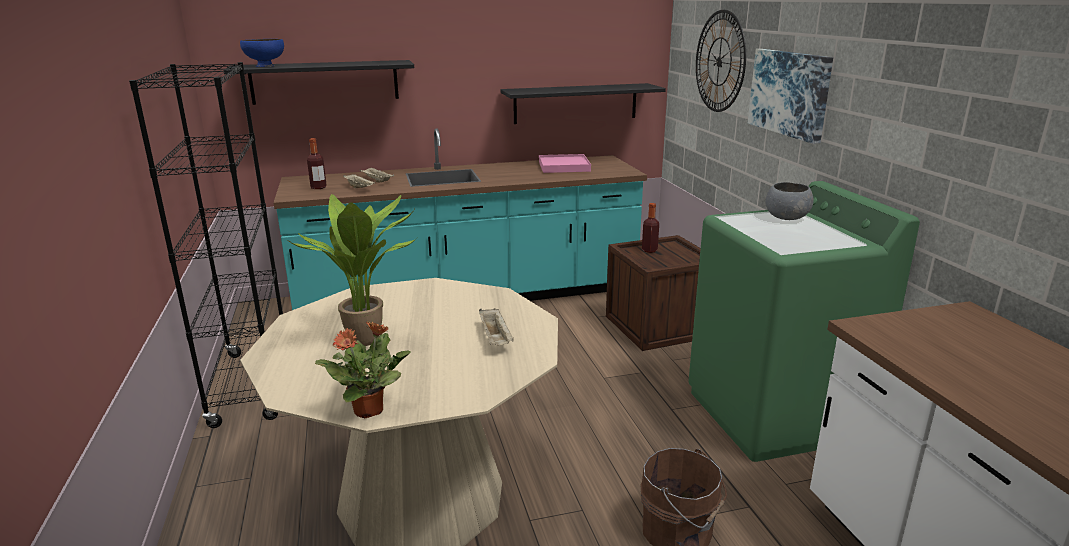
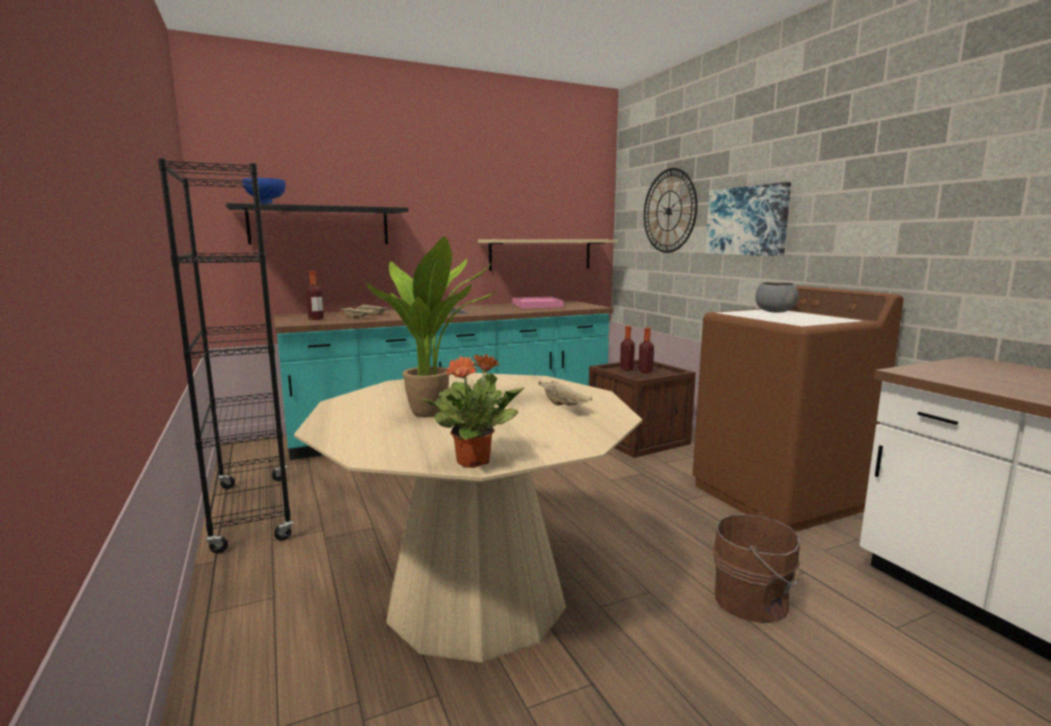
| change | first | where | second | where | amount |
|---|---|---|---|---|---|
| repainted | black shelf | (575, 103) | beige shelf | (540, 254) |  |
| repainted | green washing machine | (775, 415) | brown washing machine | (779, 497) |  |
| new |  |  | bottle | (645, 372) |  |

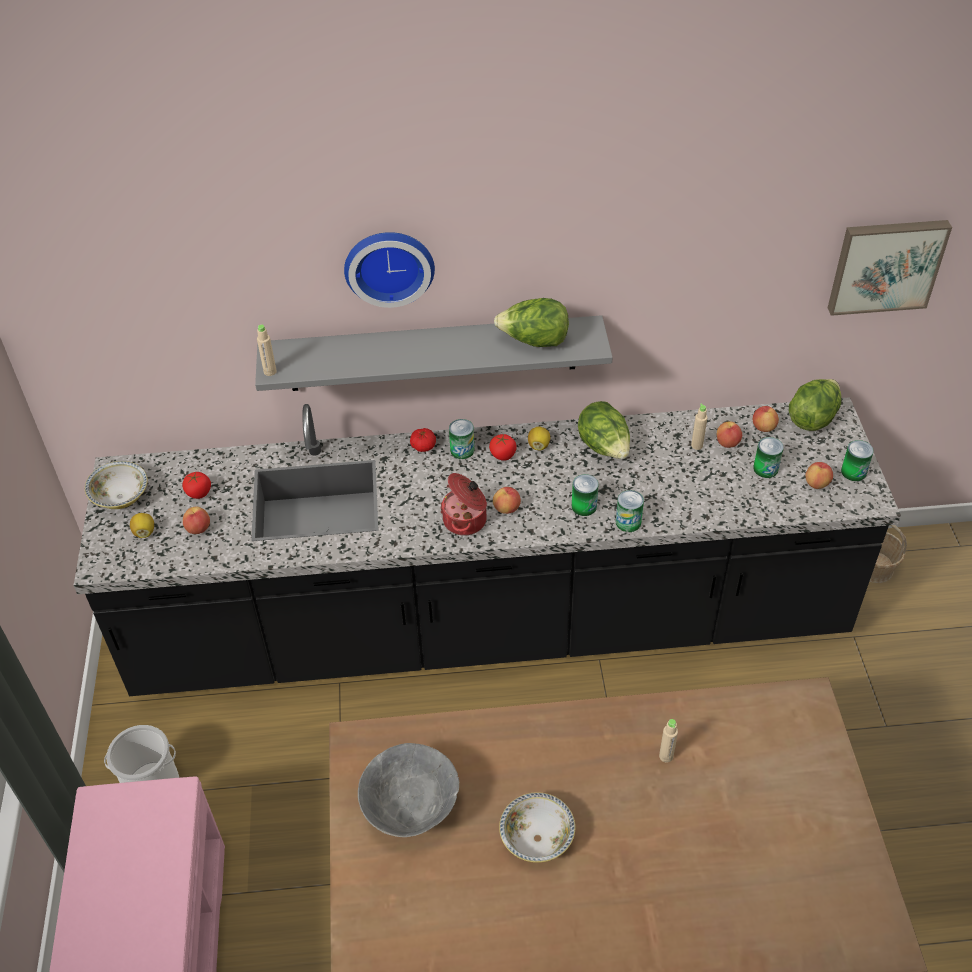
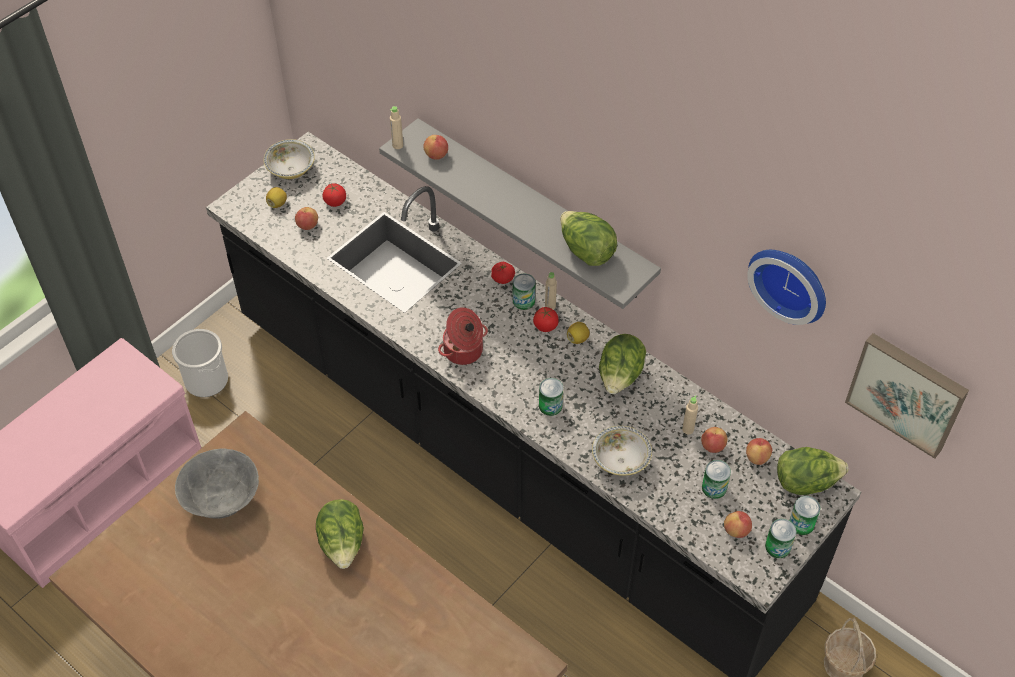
| change | first | where | second | where | amount |
|---|---|---|---|---|---|
| shifted | wall clock | (389, 265) |  | (791, 282) |  |
| shifted | apple | (507, 508) |  | (436, 155) |  |
| shifted | can | (628, 522) |  | (801, 524) |  |
| shifted | beige bottle | (666, 756) |  | (550, 306) |  |
| shifted | bowl | (537, 838) |  | (620, 461) |  |
| new |  |  | lettuce | (343, 544) |  |

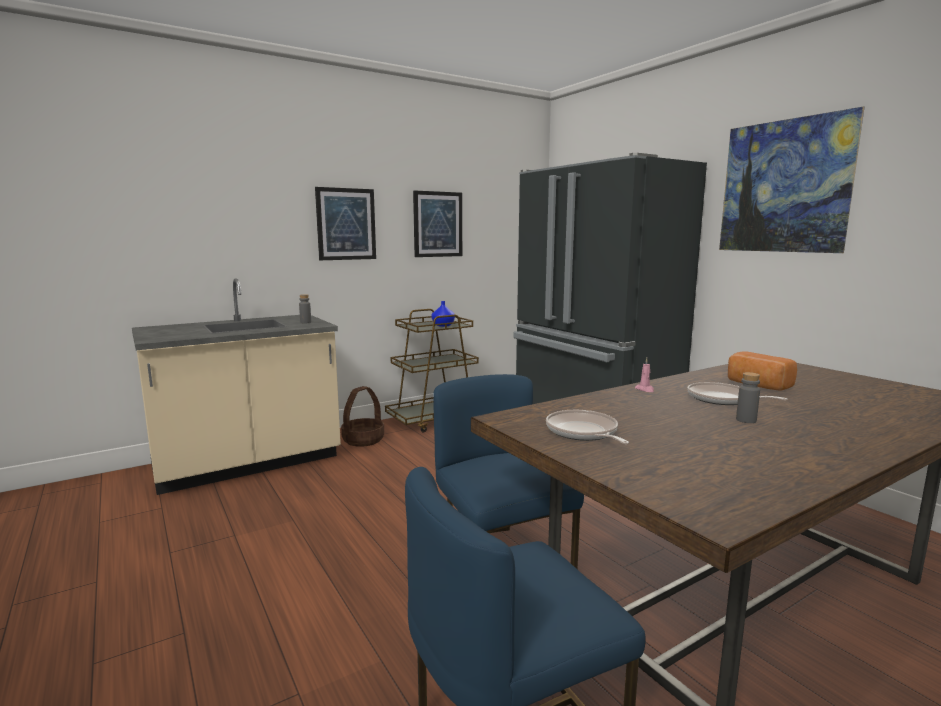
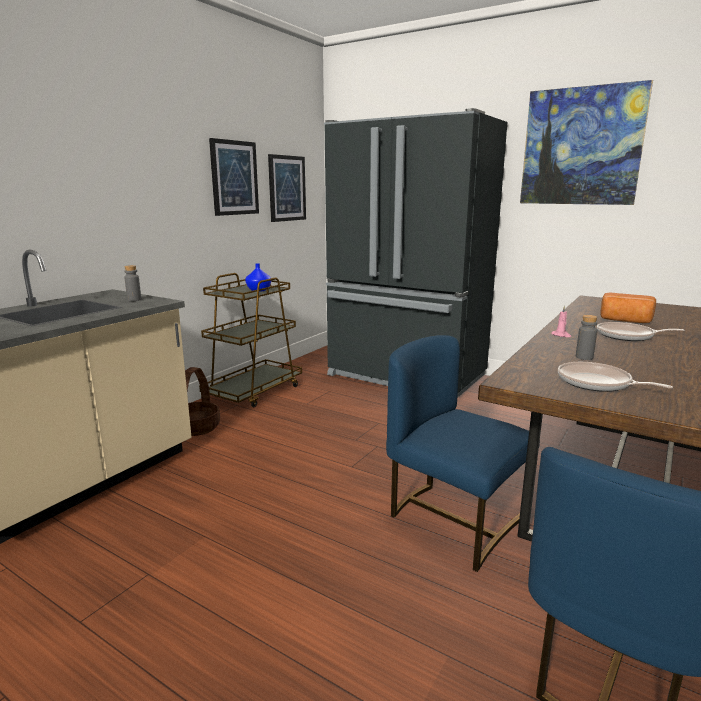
| change | first | where | second | where | amount |
|---|---|---|---|---|---|
| shifted | picture | (346, 224) |  | (287, 188) |  |
| shifted | grey bottle | (746, 420) |  | (584, 357) |  |

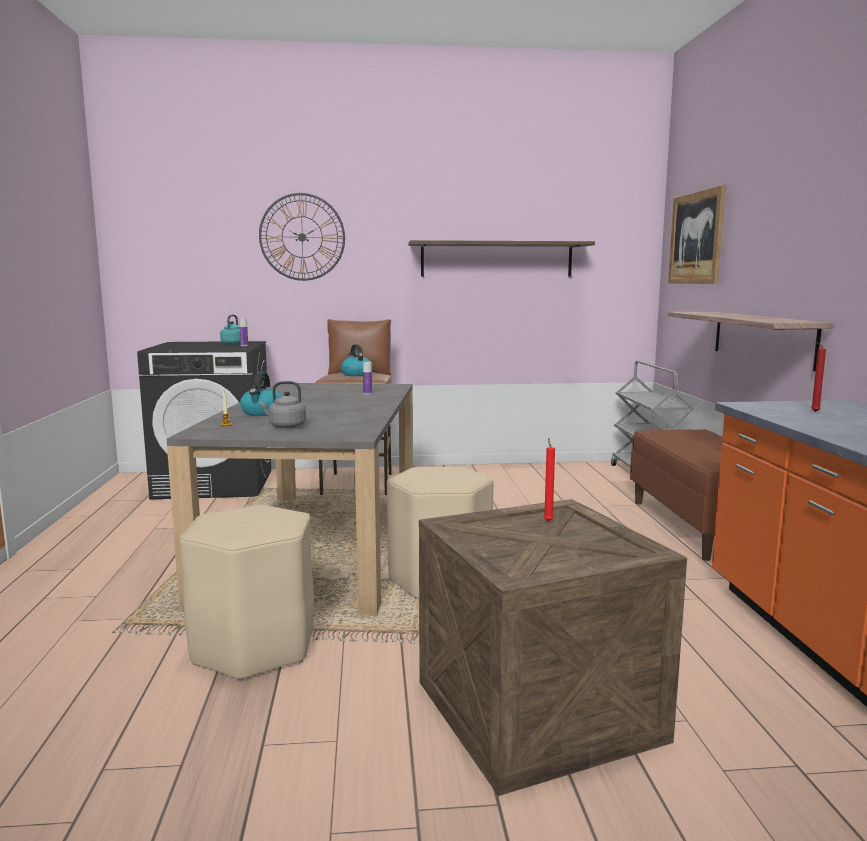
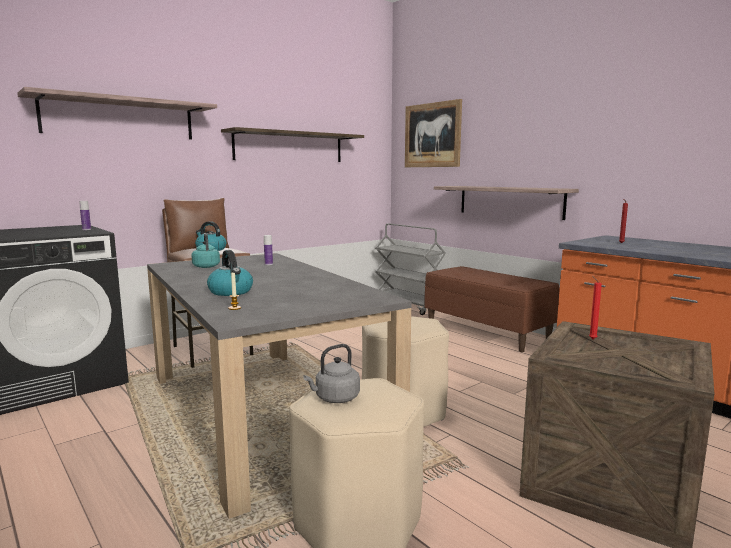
| change | first | where | second | where | amount |
|---|---|---|---|---|---|
| swapped | wall clock | (302, 237) | shelf | (120, 118) |  |
| shifted | turquoise kettle | (233, 344) |  | (206, 266) |  |
| shifted | grey kettle | (285, 426) |  | (335, 398) |  |

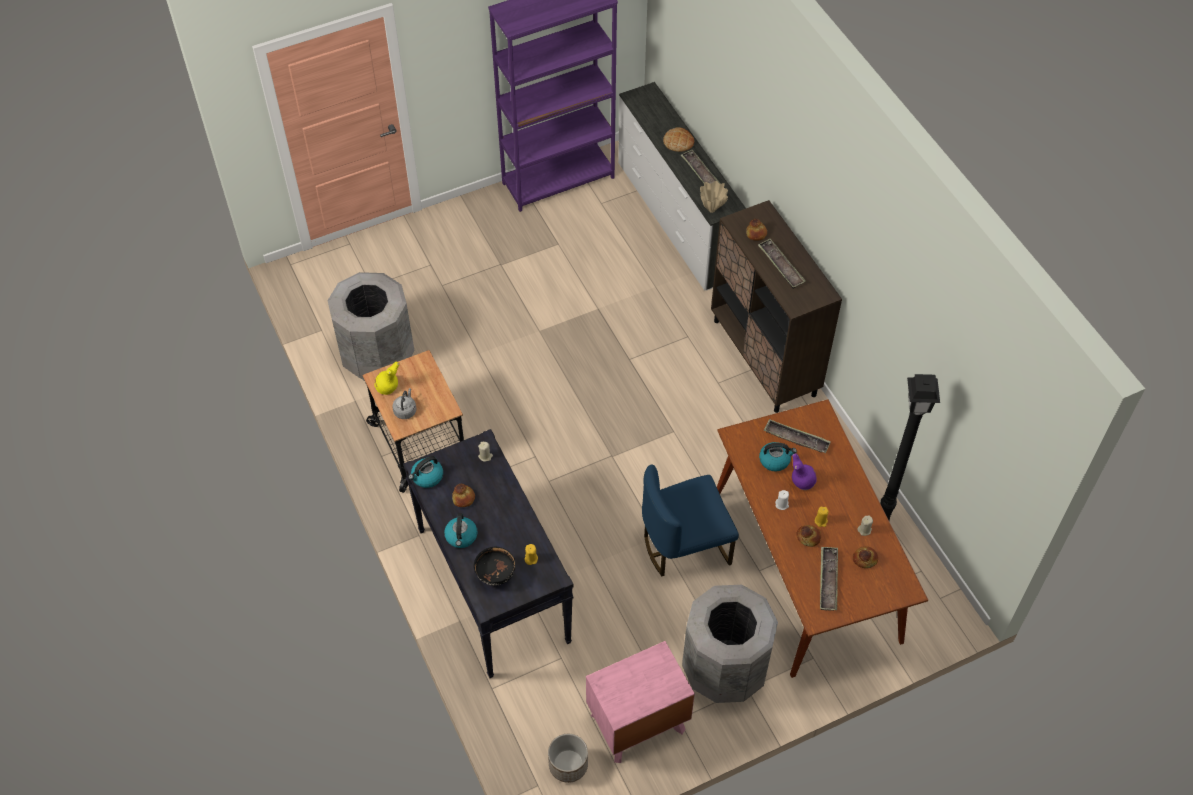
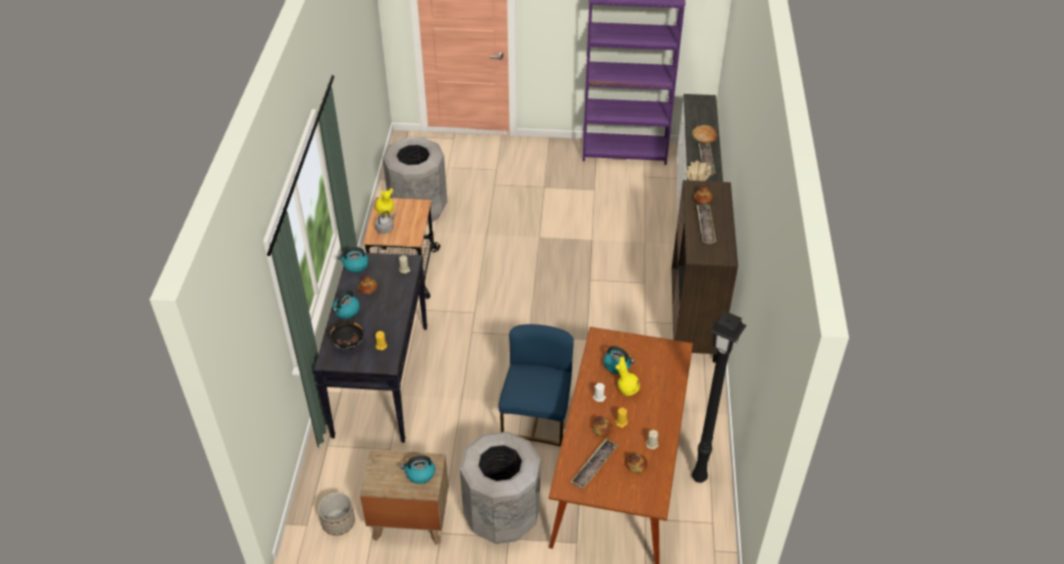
| change | first | where | second | where | amount |
|---|---|---|---|---|---|
| gone | tray | (796, 439) |  |  |  |
| repainted | purple vase | (801, 481) | yellow vase | (627, 389) |  |
| rotated | blue chair | (684, 545) |  | (537, 417) | 90 degrees clockwise |
| repainted | pink nightstand | (637, 723) | brown nightstand | (409, 520) |  |
| new |  |  | kettle | (420, 474) |  |

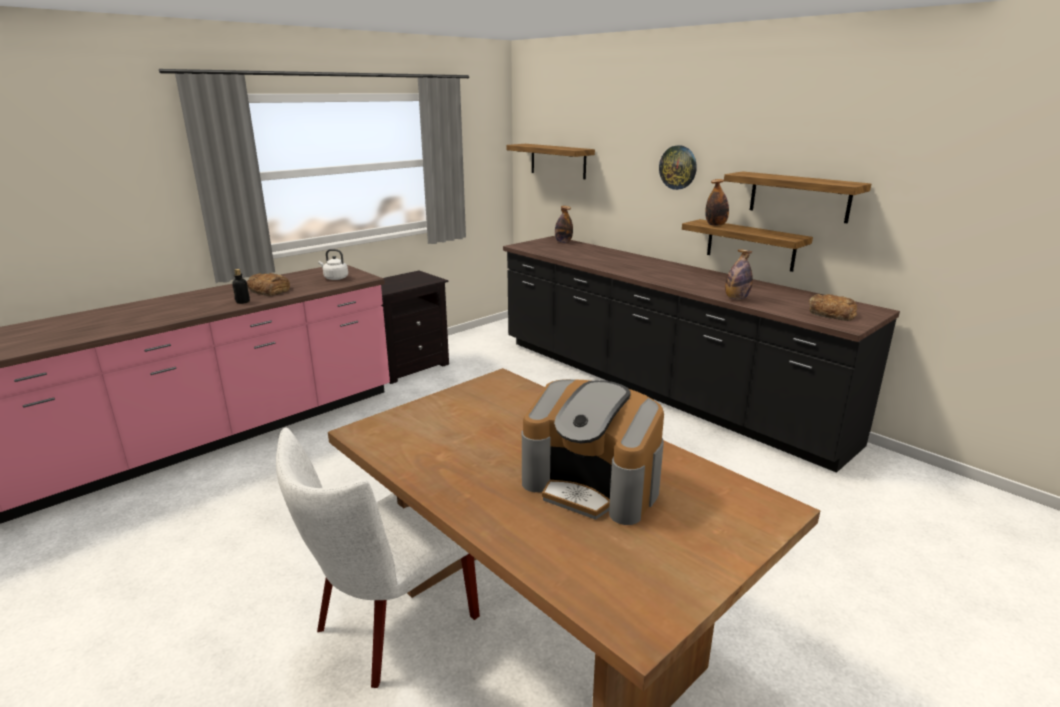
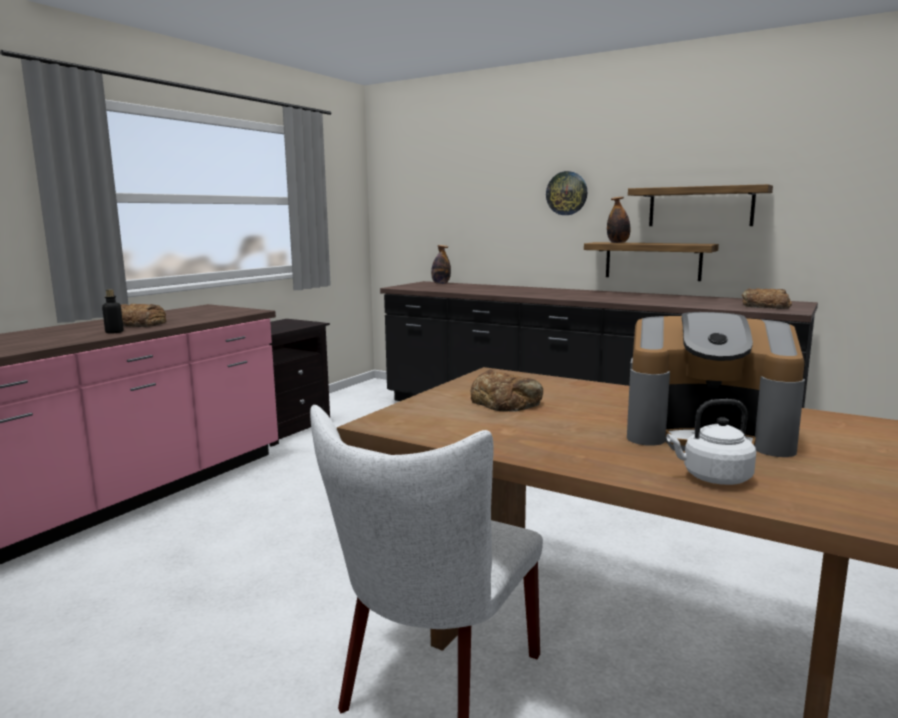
| change | first | where | second | where | amount |
|---|---|---|---|---|---|
| gone | shelf | (558, 161) |  |  |  |
| shifted | white kettle | (335, 278) |  | (713, 478) |  |
| gone | bottle | (736, 298) |  |  |  |
| new |  |  | bread | (506, 401) |  |

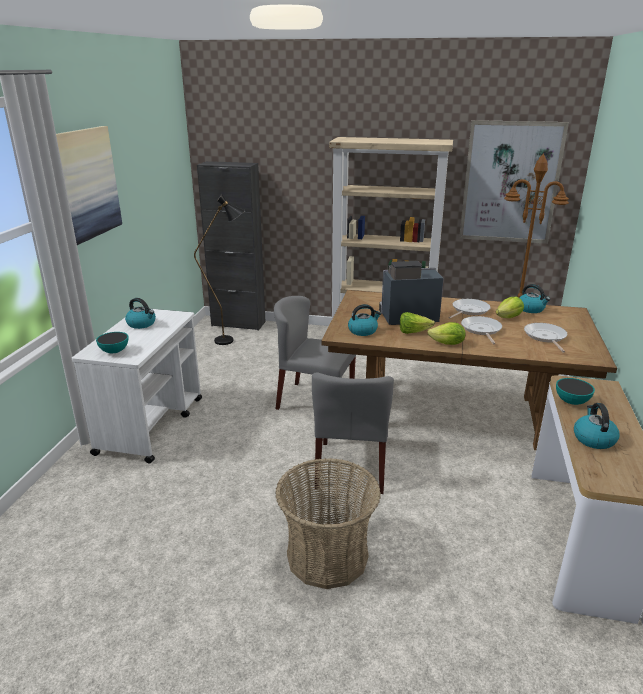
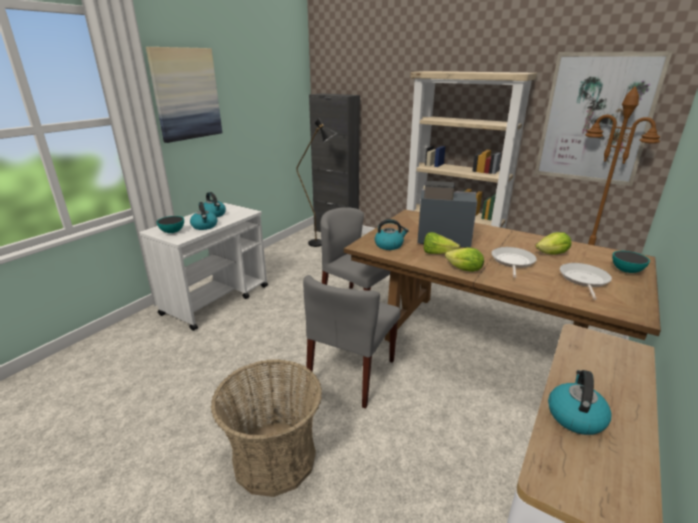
| change | first | where | second | where | amount |
|---|---|---|---|---|---|
| shifted | kettle | (531, 309) |  | (205, 226) |  |
| gone | frying pan | (469, 310) |  |  |  |
| shifted | bowl | (571, 402) |  | (626, 271) |  |

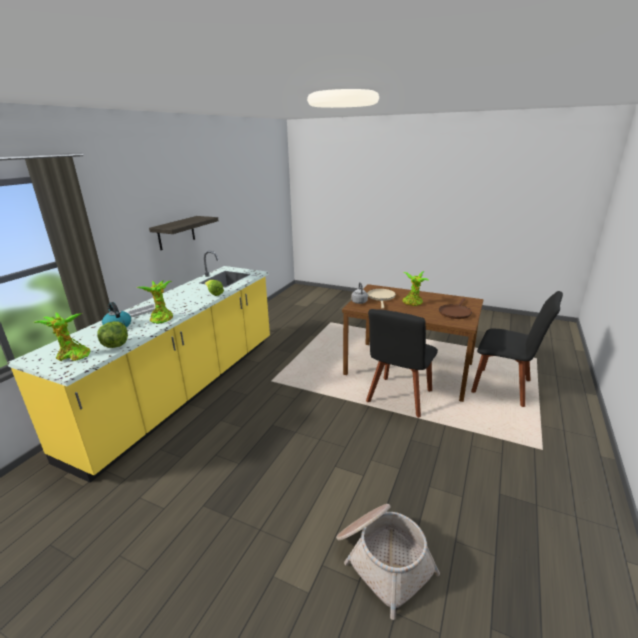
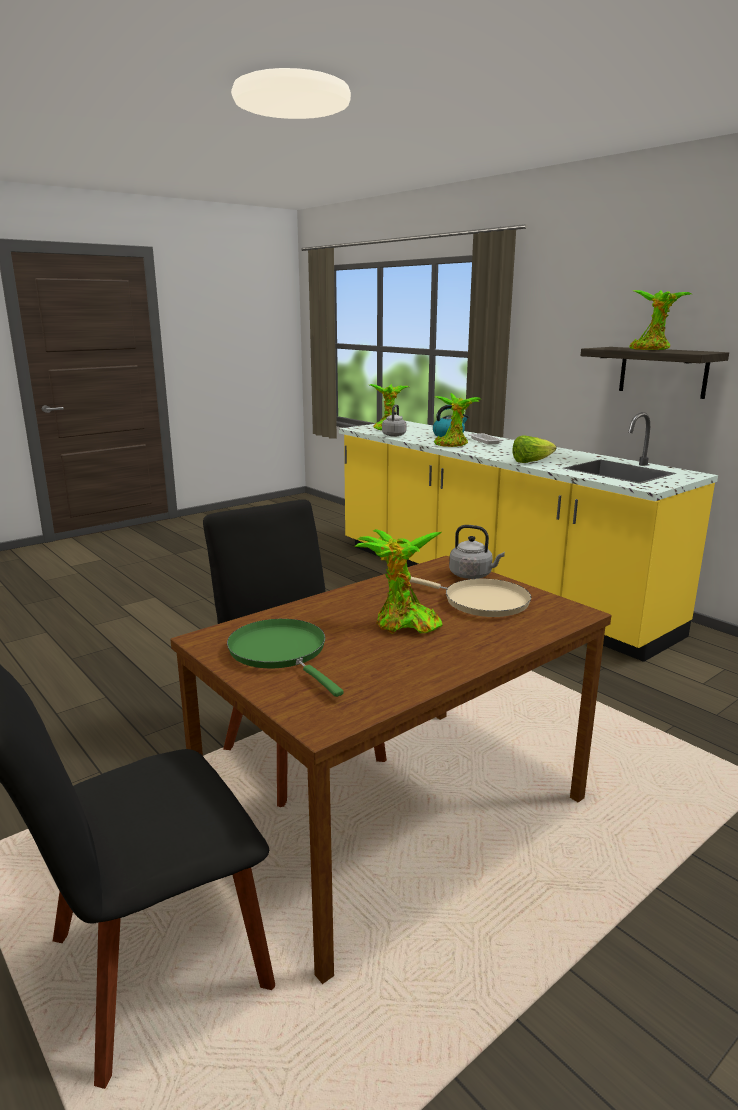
| change | first | where | second | where | amount |
|---|---|---|---|---|---|
| repainted | brown frying pan | (455, 312) | green frying pan | (281, 653) |  |
| swapped | lettuce | (115, 345) | grey kettle | (394, 435) |  |
| gone | basket | (382, 559) |  |  |  |
| new |  |  | potted plant | (651, 349) |  |

